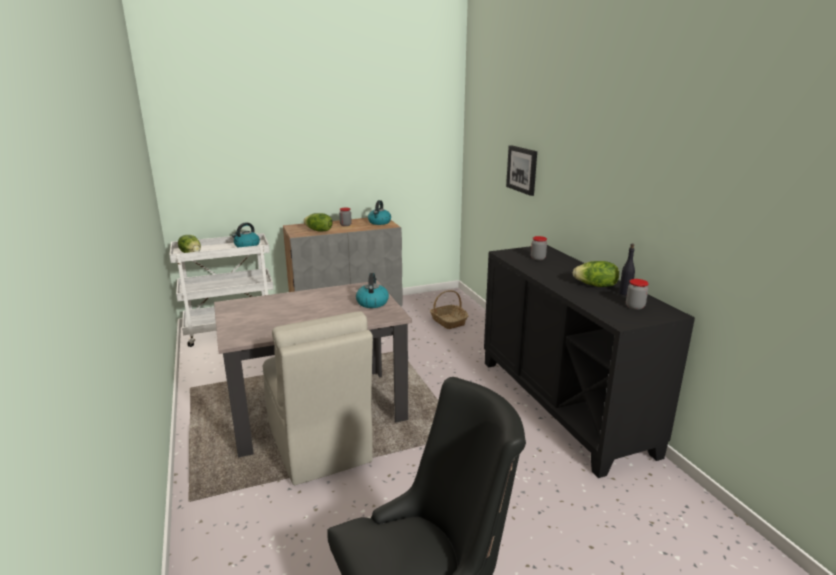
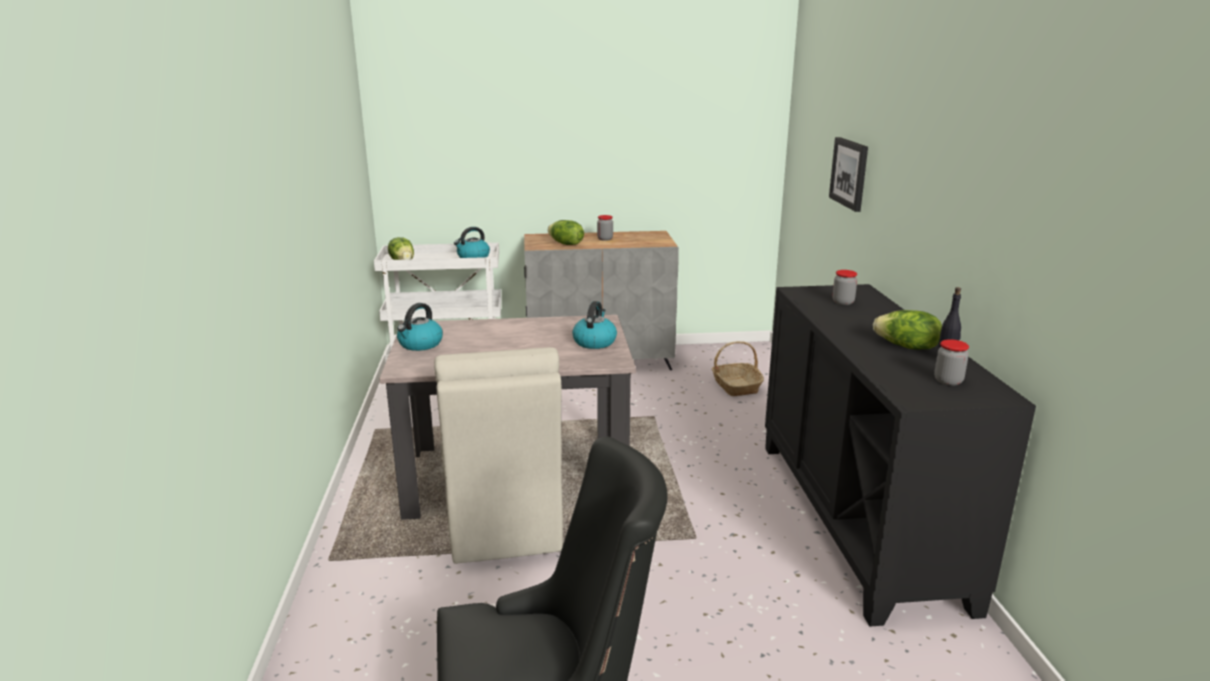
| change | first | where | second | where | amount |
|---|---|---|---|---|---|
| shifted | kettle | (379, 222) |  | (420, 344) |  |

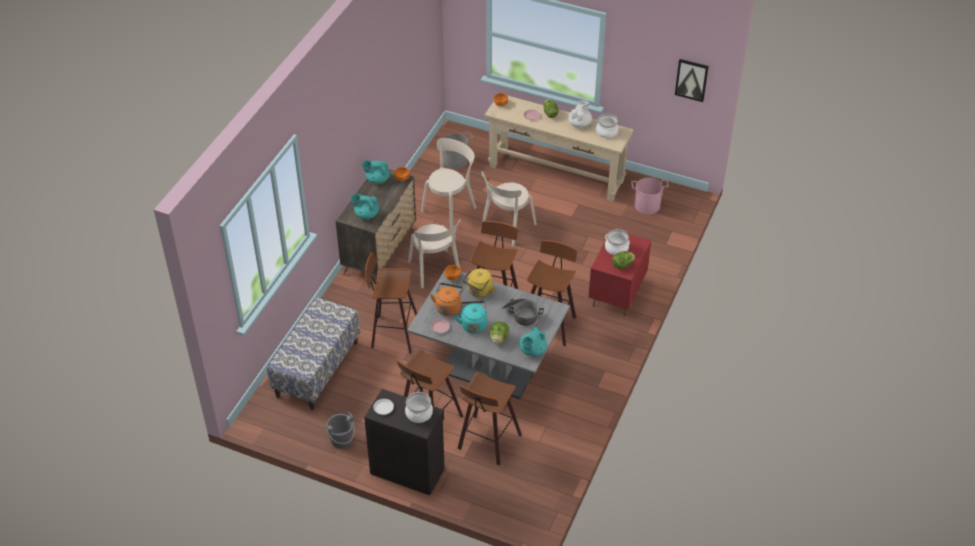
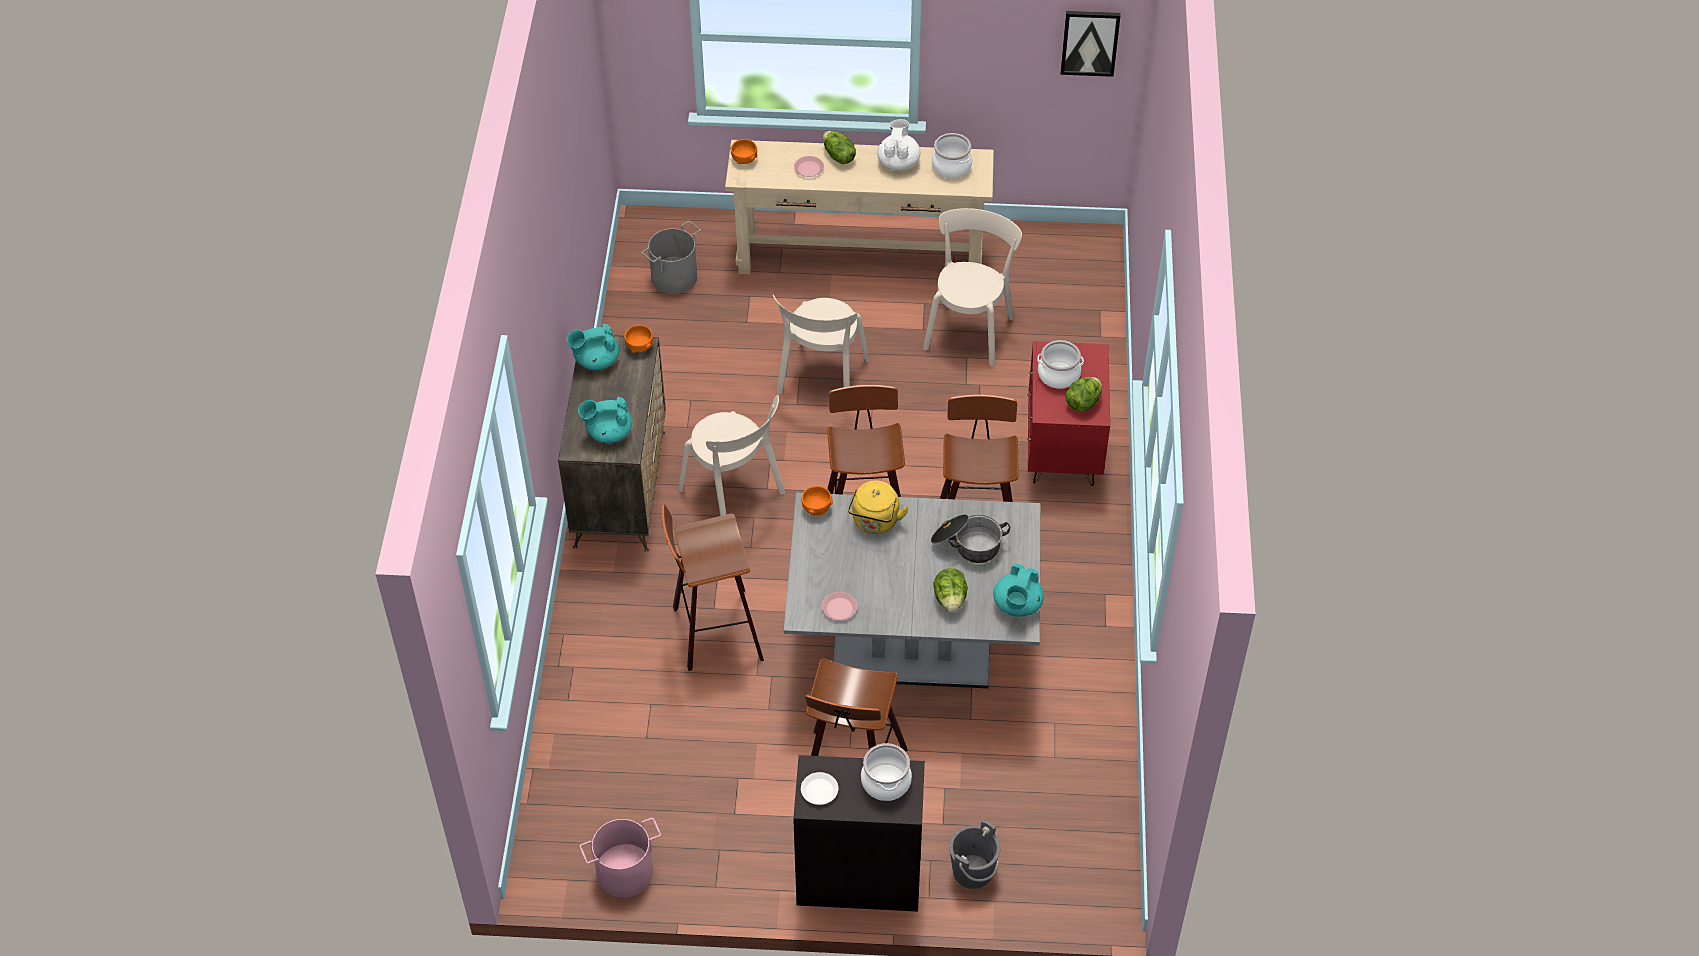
| change | first | where | second | where | amount |
|---|---|---|---|---|---|
| shifted | beige chair | (450, 208) |  | (969, 329) |  |
| shifted | pink bucket | (647, 205) |  | (625, 873) |  |
| gone | orange kettle | (448, 307) |  |  |  |
| gone | bench | (317, 369) |  |  |  |
| gone | turquoise kettle | (473, 324) |  |  |  |
| gone | stool | (487, 442) |  |  |  |
| shifted | grey bucket | (341, 440) |  | (972, 871) |  |

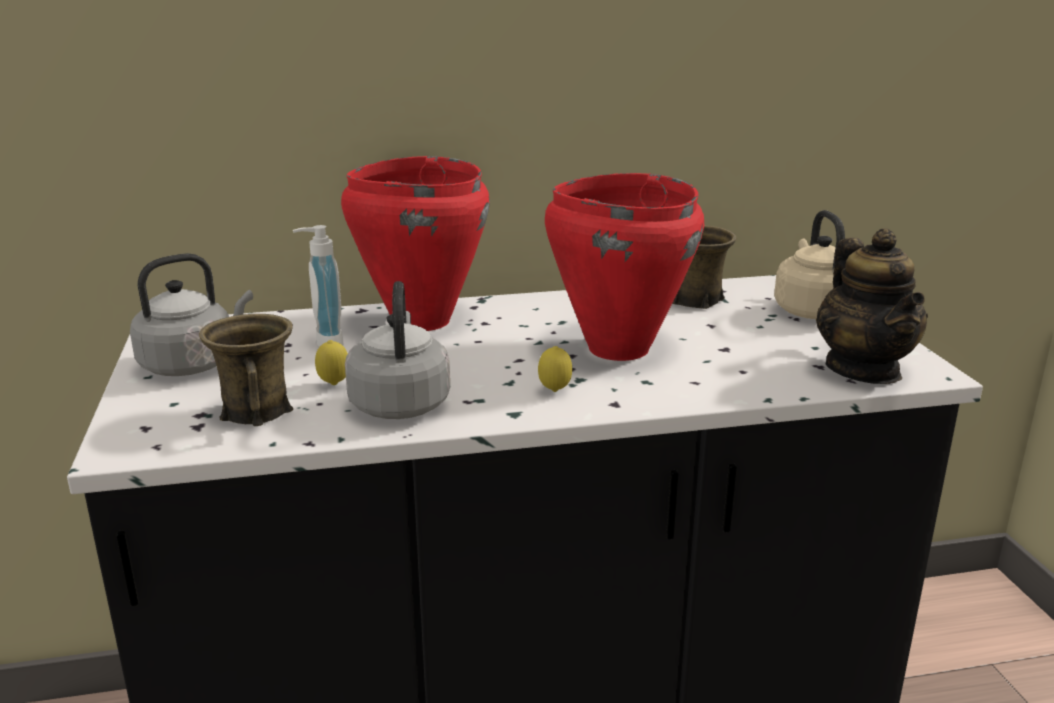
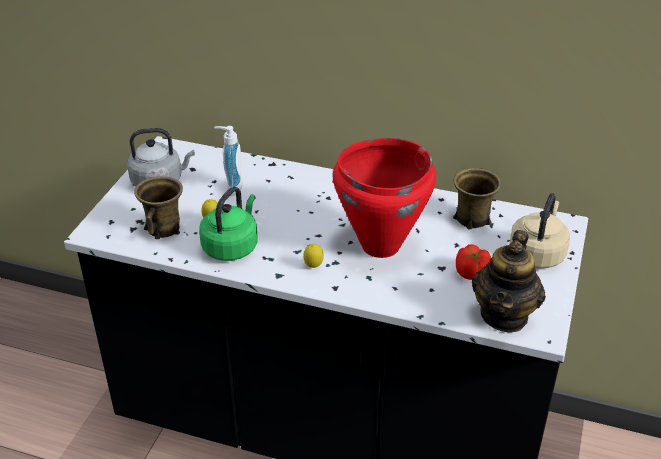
| change | first | where | second | where | amount |
|---|---|---|---|---|---|
| gone | red cooking pot | (420, 321) |  |  |  |
| repainted | grey kettle | (400, 402) | green kettle | (232, 246) |  |
| new |  |  | tomato | (472, 273) |  |

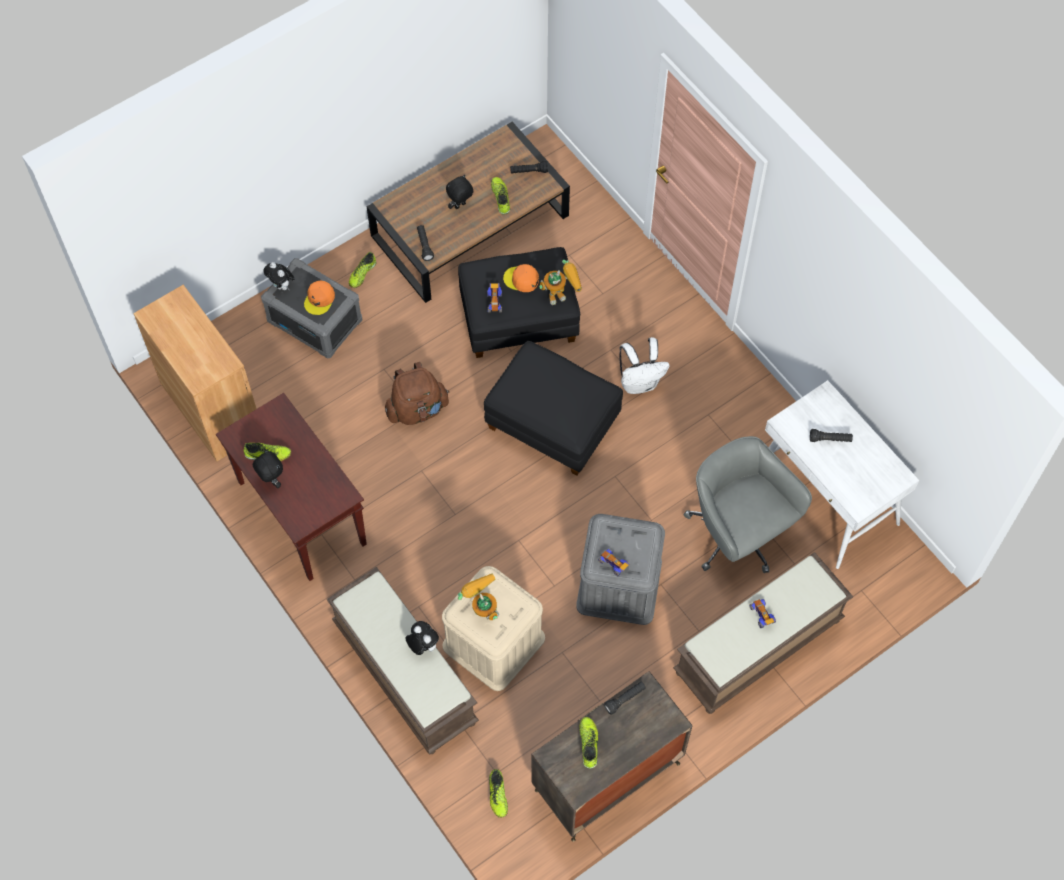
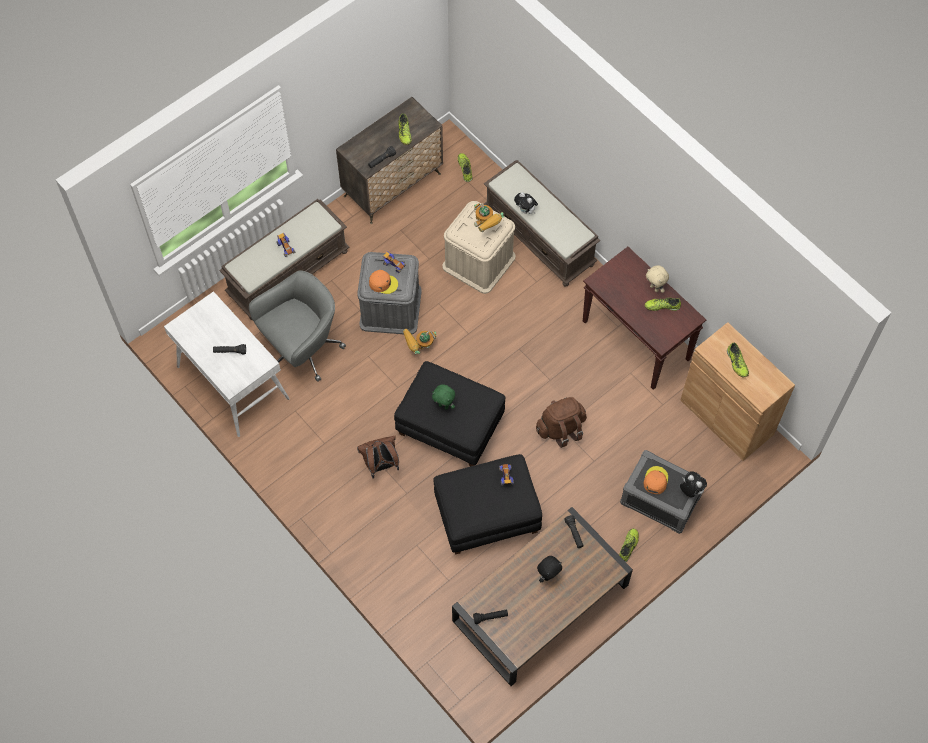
| change | first | where | second | where | amount |
|---|---|---|---|---|---|
| shifted | shoe | (501, 197) |  | (736, 363) |  |
| shifted | toy robot | (561, 293) |  | (419, 350) |  |
| shifted | orange cap | (521, 279) |  | (383, 283) |  |
| repainted | white backpack | (640, 383) | brown backpack | (381, 465) |  |
| rotated | grey office chair | (737, 535) |  | (302, 349) | 90 degrees counterclockwise |
| repainted | black plush toy | (271, 480) | beige plush toy | (655, 288) |  |
| new |  |  | green plush toy | (444, 405) |  |

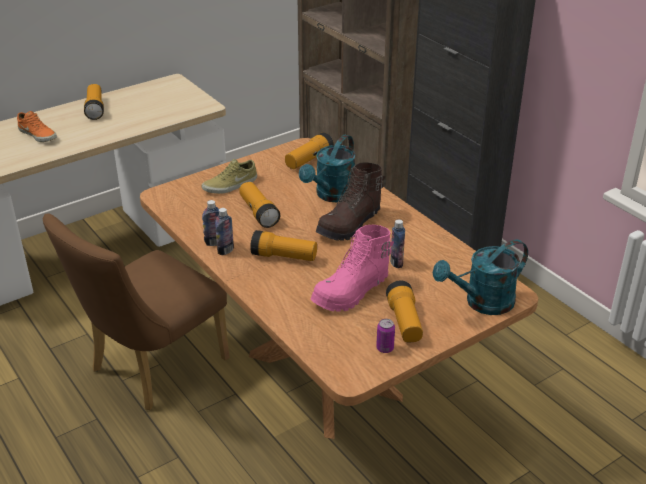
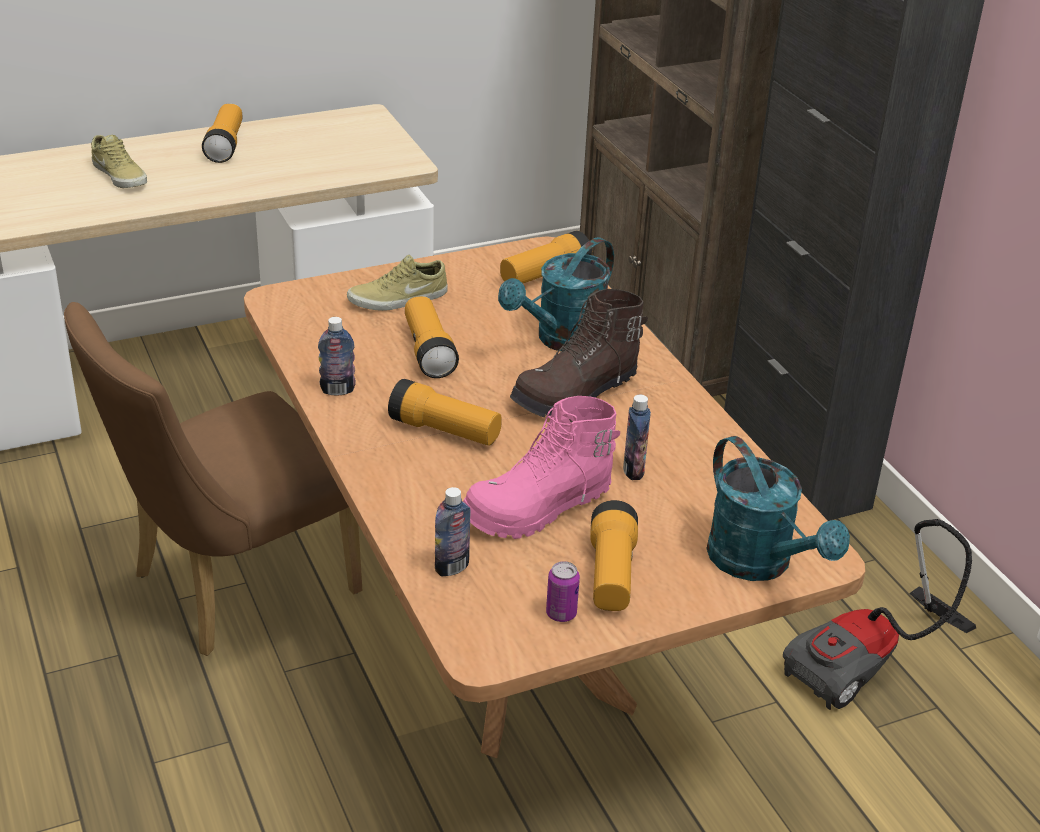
| change | first | where | second | where | amount |
|---|---|---|---|---|---|
| repainted | orange shoe | (38, 134) | beige shoe | (121, 175) |  |
| shifted | bottle | (225, 250) |  | (452, 567) |  |
| rotated | turquoise watering can | (482, 303) |  | (760, 564) | 105 degrees counterclockwise |
| new |  |  | vacuum cleaner | (870, 664) |  |

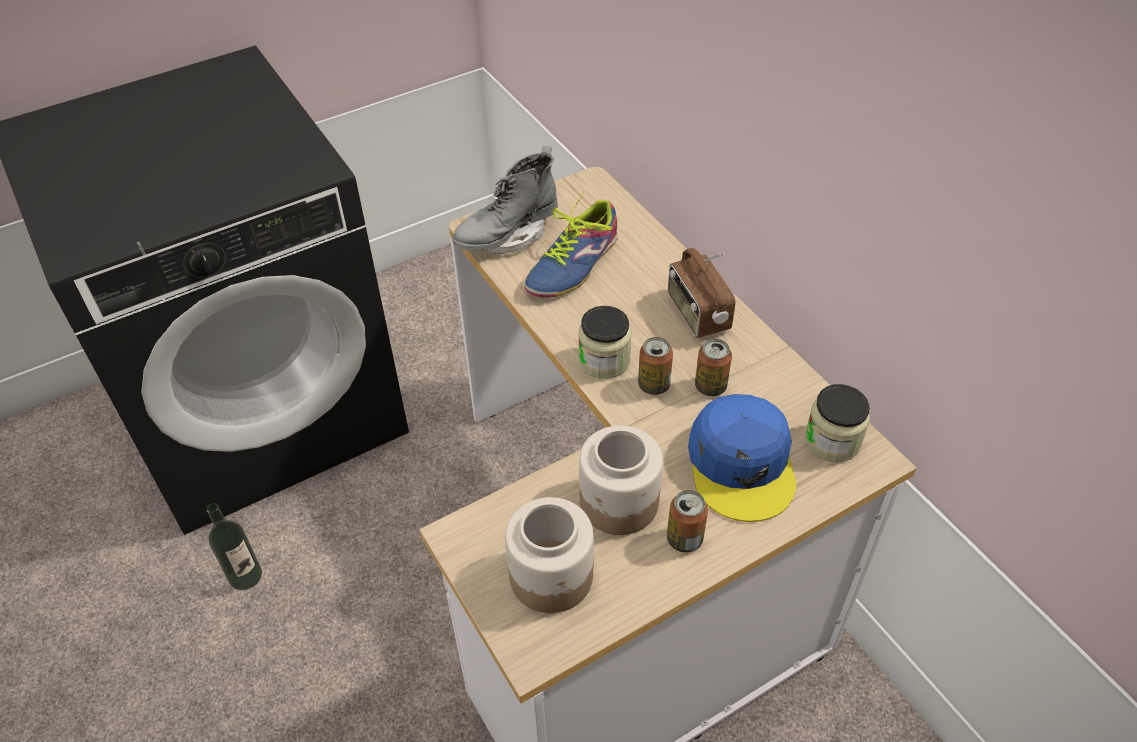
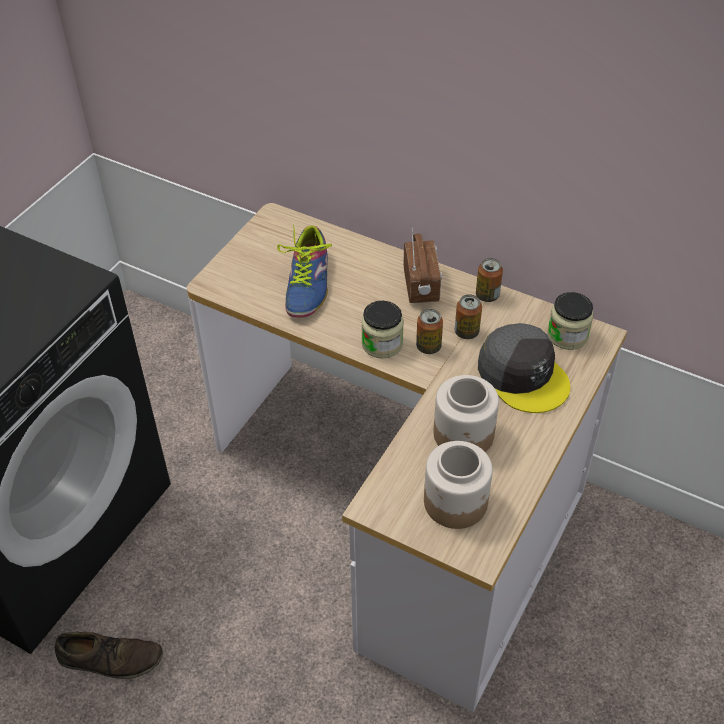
| change | first | where | second | where | amount |
|---|---|---|---|---|---|
| gone | grey boot | (507, 236) |  |  |  |
| rotated | radio | (697, 314) |  | (422, 286) | 135 degrees counterclockwise |
| repainted | blue cap | (742, 464) | grey cap | (523, 375) |  |
| shifted | can | (684, 539) |  | (487, 295) |  |
| swapped | bottle | (245, 576) | brown shoe | (111, 658) |  |

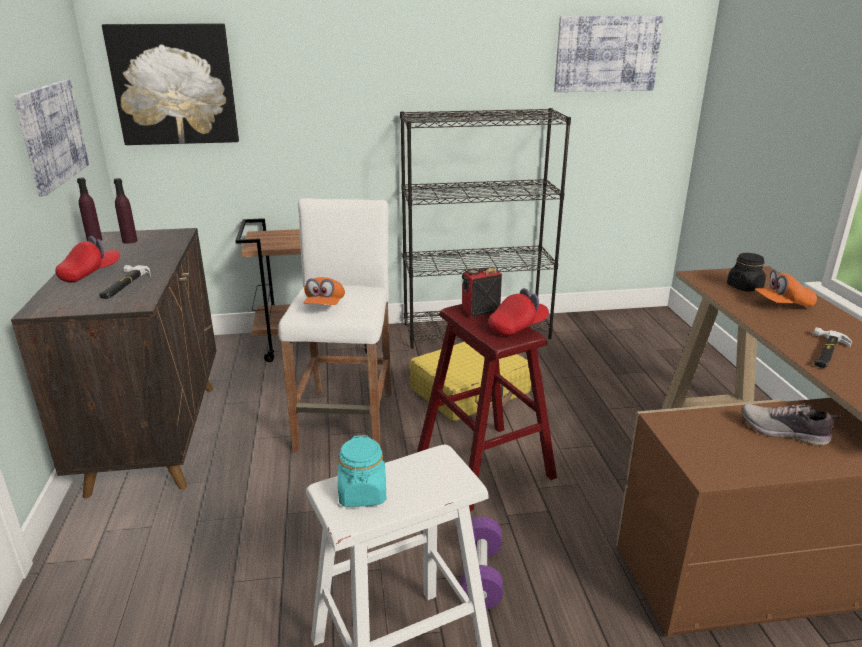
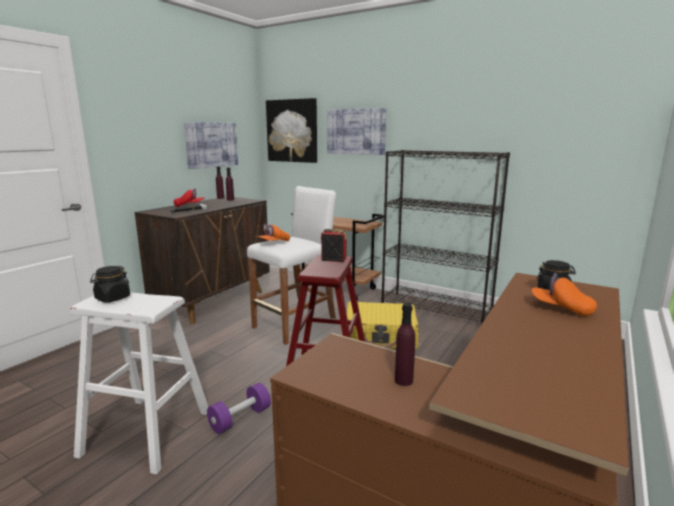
| change | first | where | second | where | amount |
|---|---|---|---|---|---|
| shifted | picture | (606, 54) |  | (356, 131) |  |
| gone | red cap | (518, 327) |  |  |  |
| gone | hammer | (825, 352) |  |  |  |
| swapped | shoe | (784, 432) | purple bottle | (403, 380) |  |
| repainted | turquoise jar | (363, 493) | black jar | (112, 298) |  |

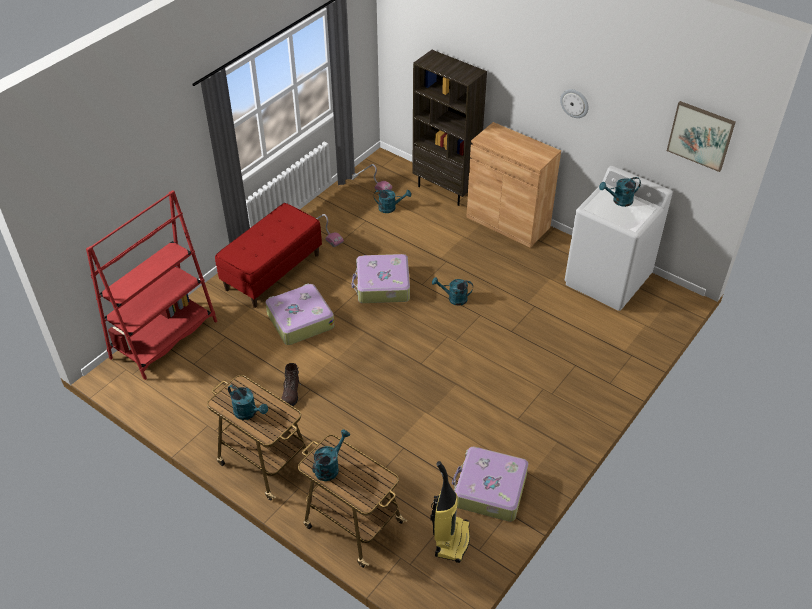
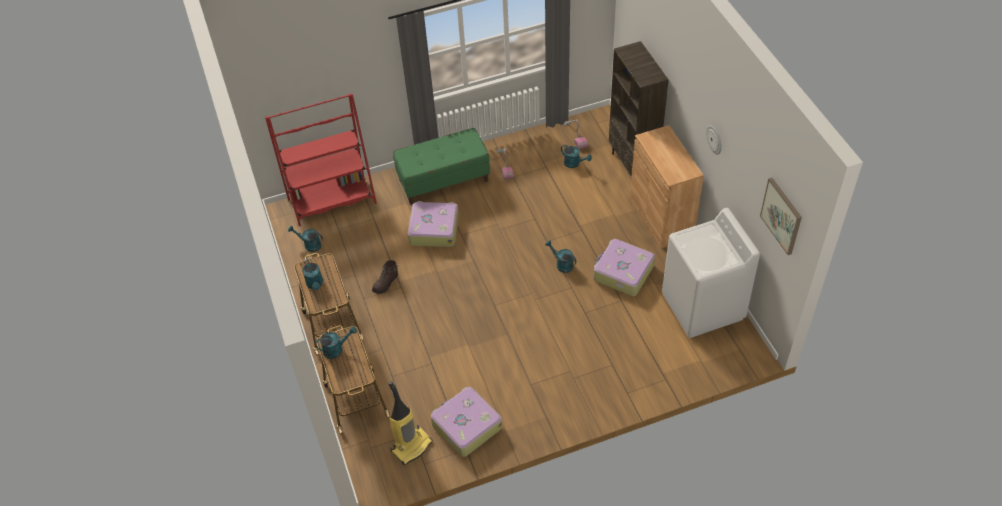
| change | first | where | second | where | amount |
|---|---|---|---|---|---|
| shifted | turquoise watering can | (619, 201) |  | (309, 245) |  |
| repainted | red bench | (272, 271) | green bench | (443, 180) |  |
| shifted | suitcase | (382, 286) |  | (622, 272) |  |

